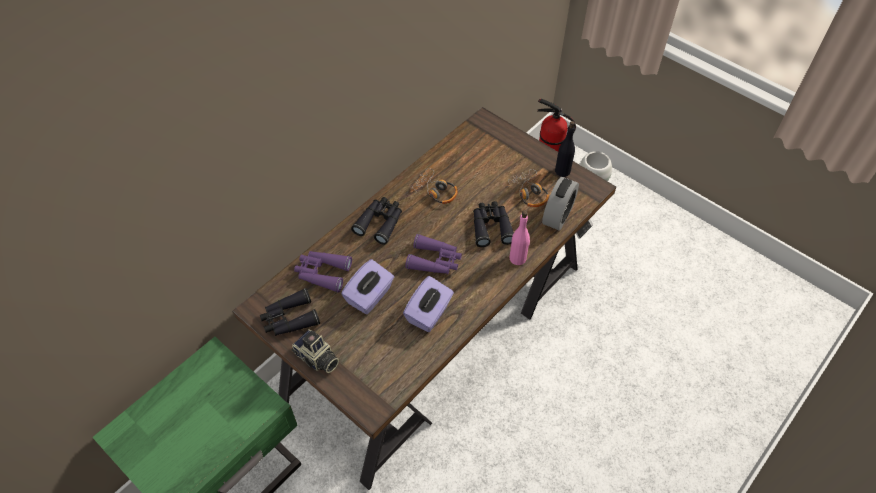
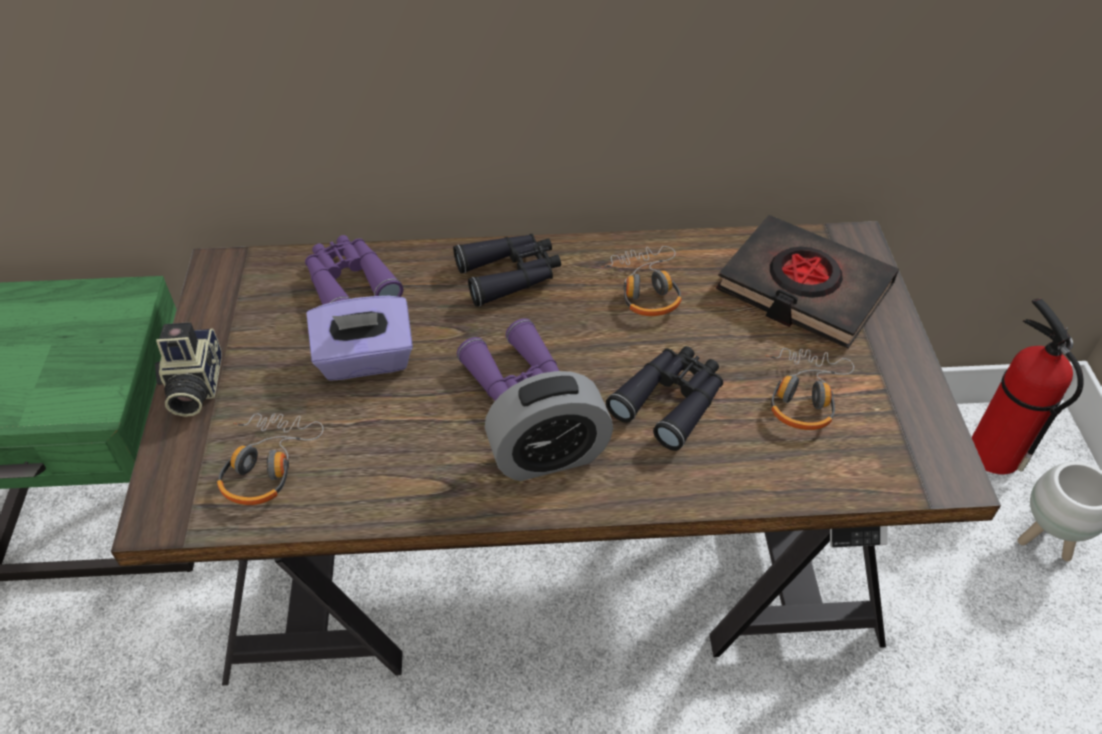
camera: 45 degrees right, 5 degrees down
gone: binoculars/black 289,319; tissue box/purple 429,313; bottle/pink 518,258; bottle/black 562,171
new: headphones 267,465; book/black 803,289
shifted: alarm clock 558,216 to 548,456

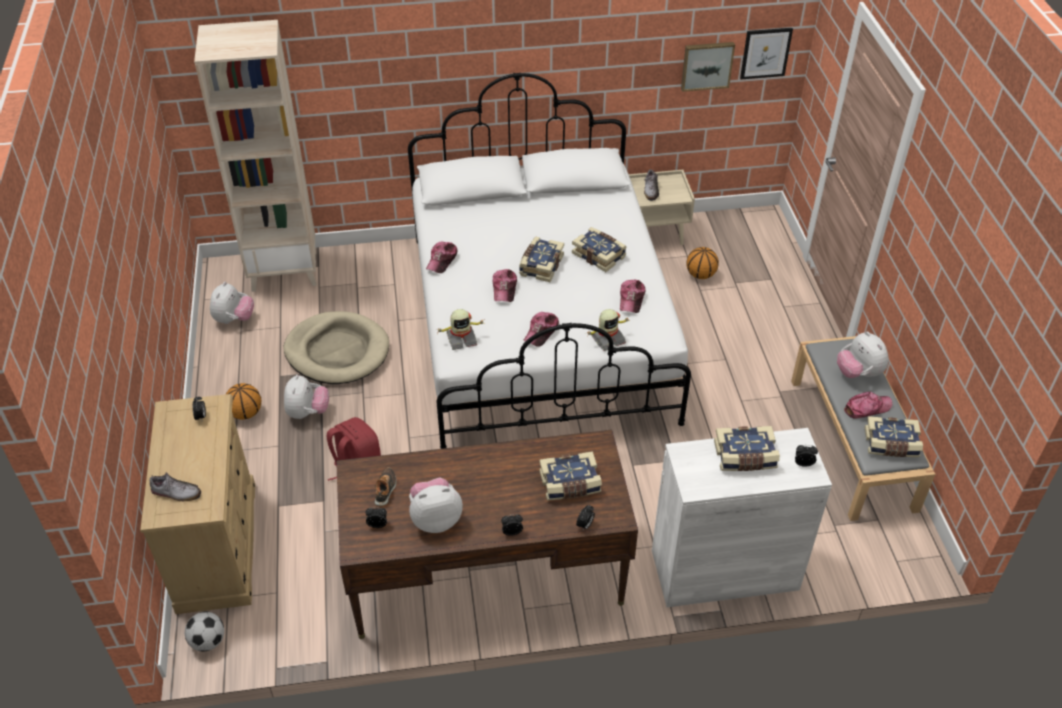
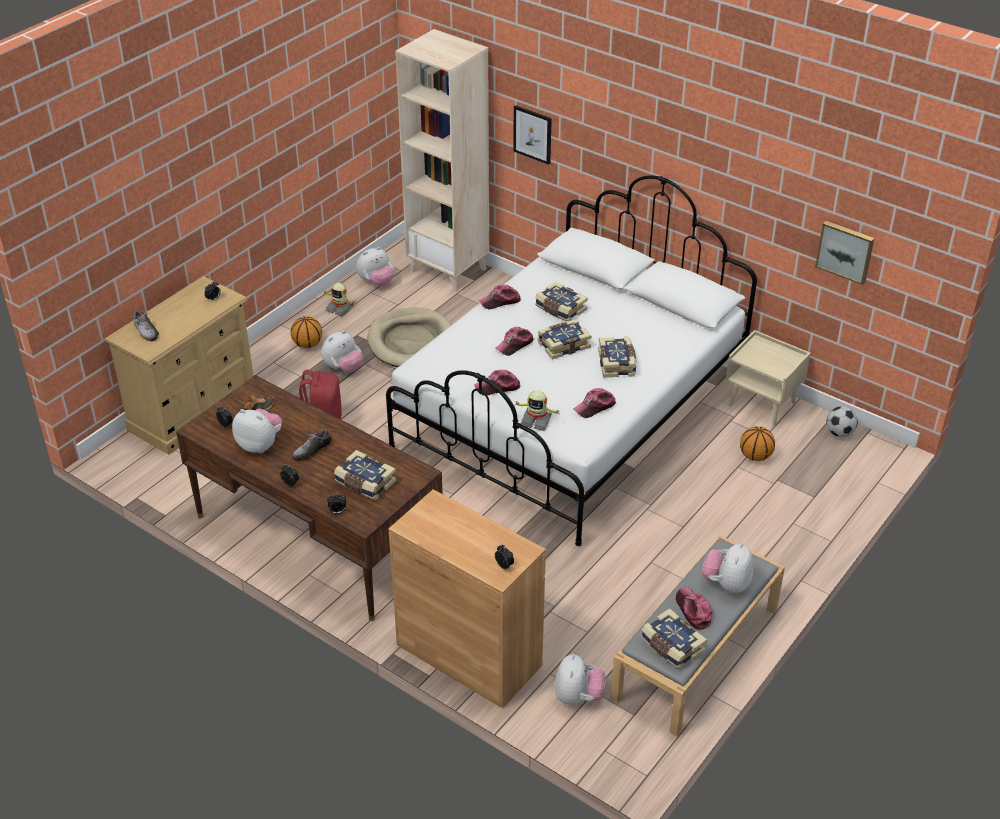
camera: 45 degrees right, 5 degrees down
new: plush toy 578,697
shifted: shoe 651,190 to 312,450; toy robot 461,339 to 340,308; picture 765,53 to 532,134; book 745,457 to 560,309; football 208,641 to 839,433
repainted: cabinet/white 724,570 to cabinet/brown 469,655
rotated: cap 867,408 = 693,610 135 degrees counterclockwise

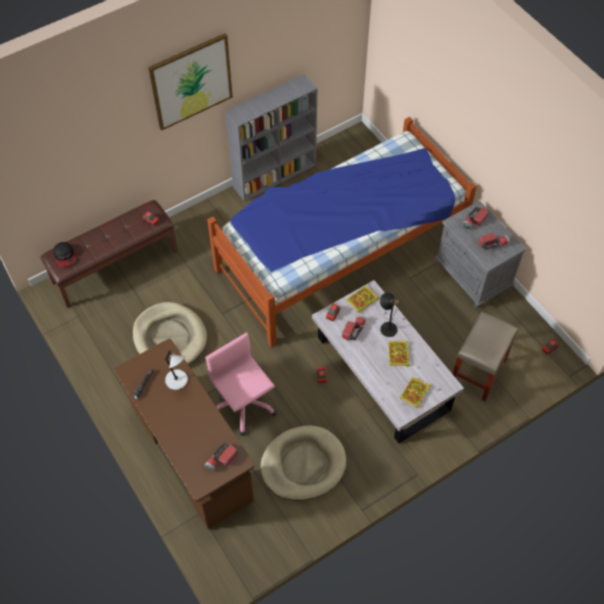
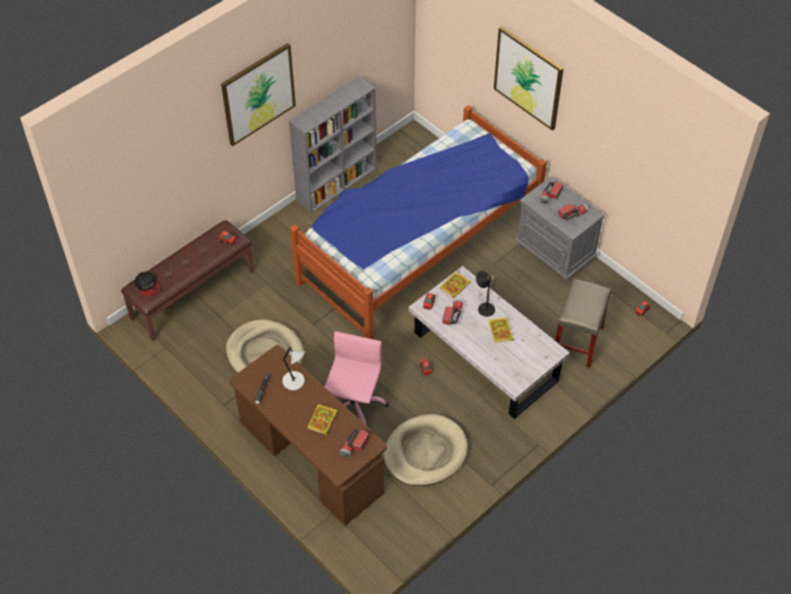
camera: 10 degrees left, 5 degrees down
new: picture 528,78
shifted: book 414,394 to 322,421
rotated: office chair/pink 243,404 = 353,406 60 degrees clockwise

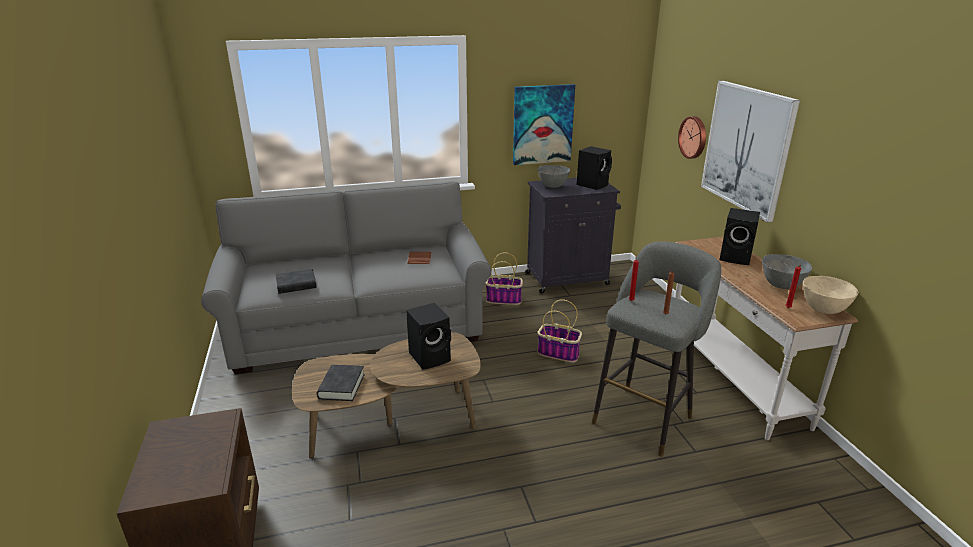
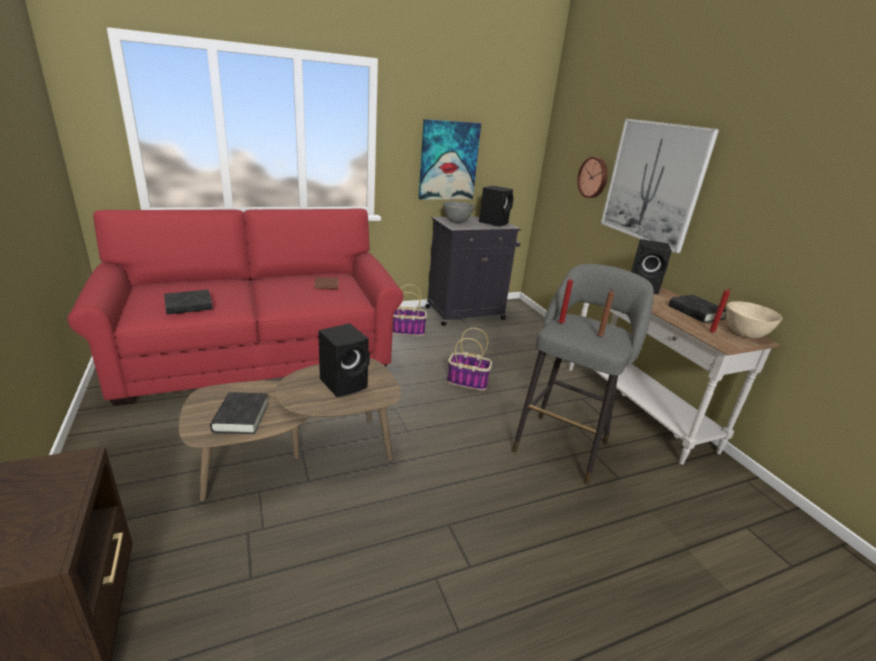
camera: 10 degrees left, 0 degrees up
swapped: bowl/grey 781,285 to book/black 695,312
repainted: sofa/grey 358,327 to sofa/red 259,356

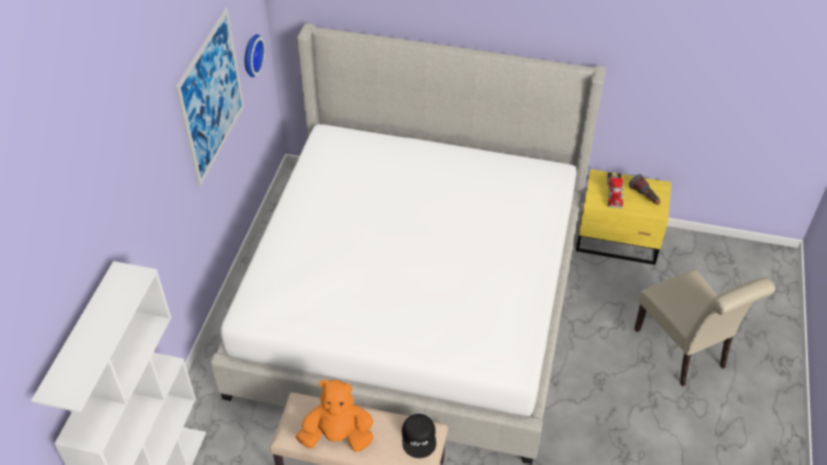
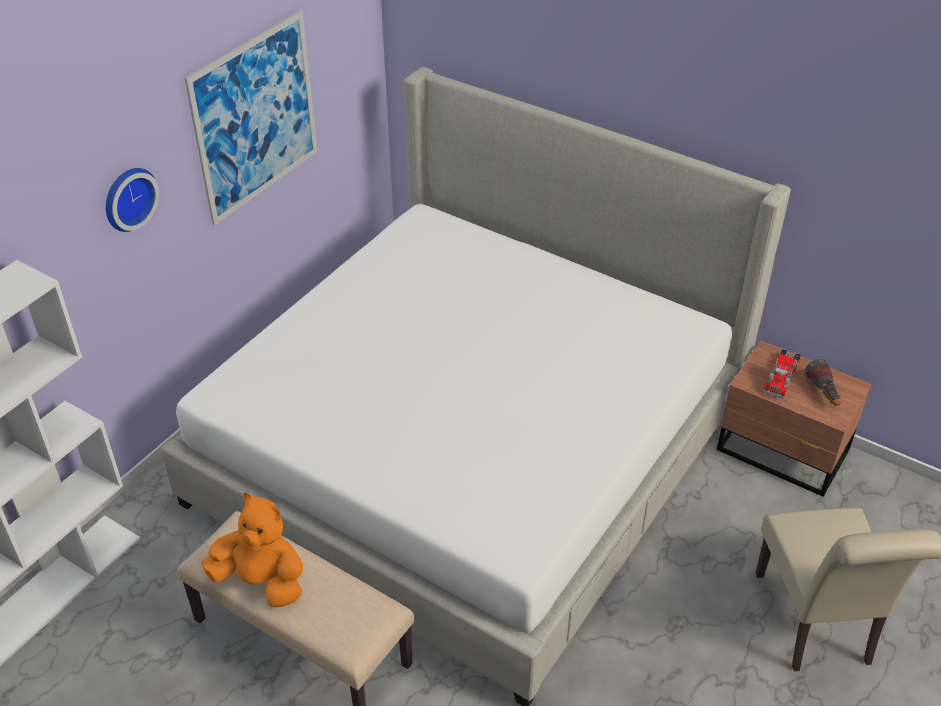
camera: 20 degrees right, 5 degrees down
gone: cap/black 419,438
shifted: wall clock 251,55 to 127,198
repainted: nightstand/yellow 618,241 to nightstand/brown 783,452

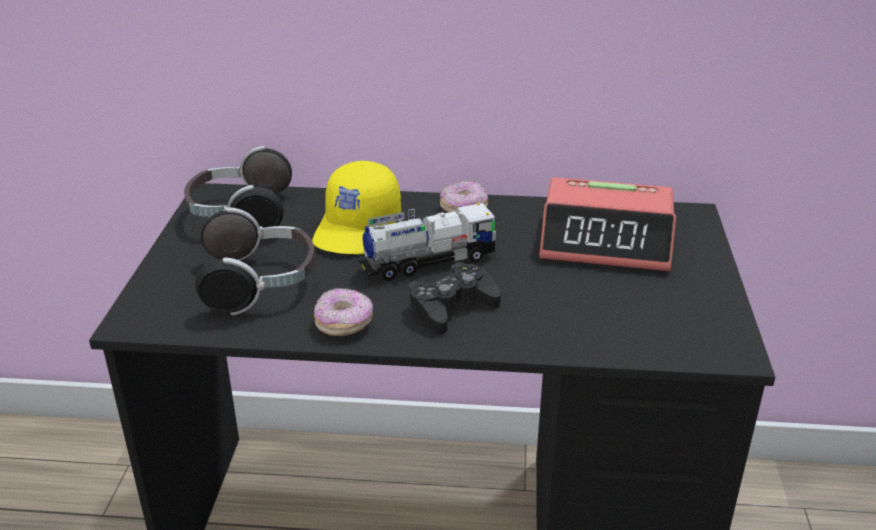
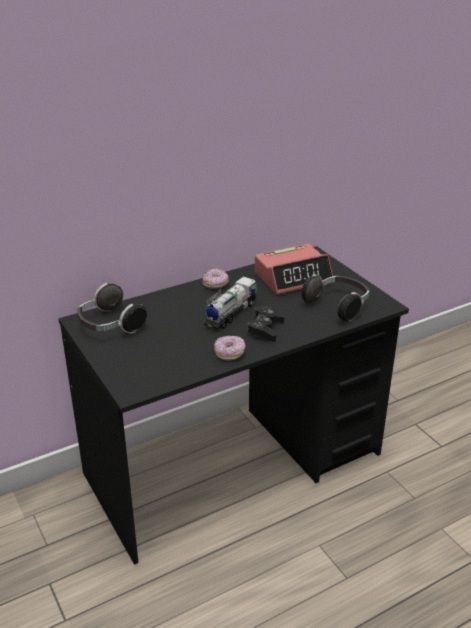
camera: 35 degrees left, 0 degrees up
gone: cap/yellow 358,229
shifted: headphones 260,283 to 338,306

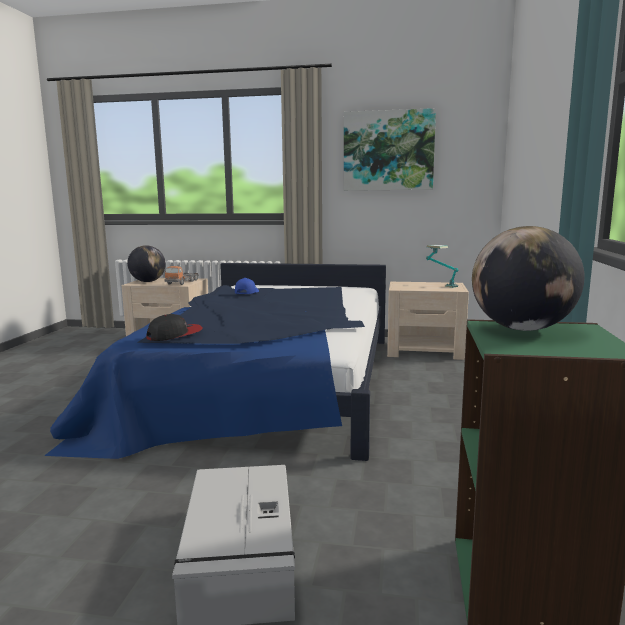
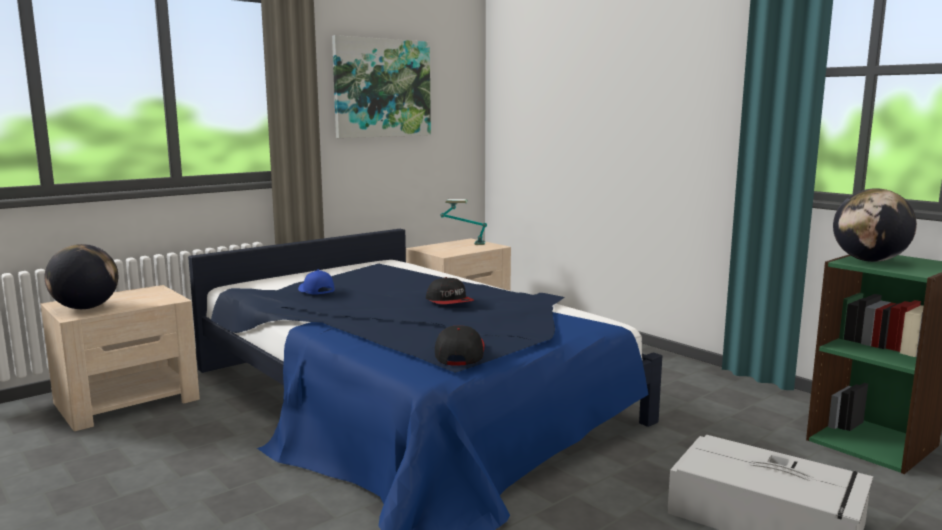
camera: 50 degrees left, 0 degrees up
gone: toy truck 182,282
new: cap 449,301

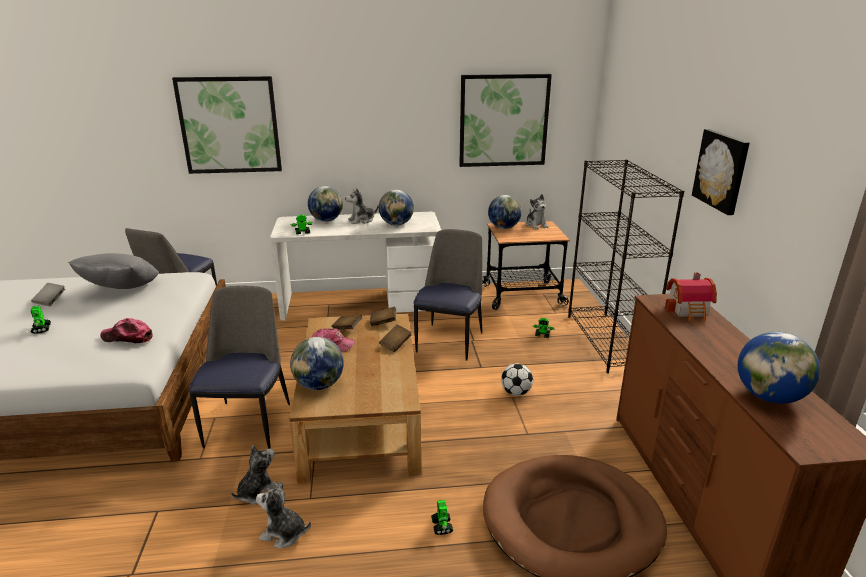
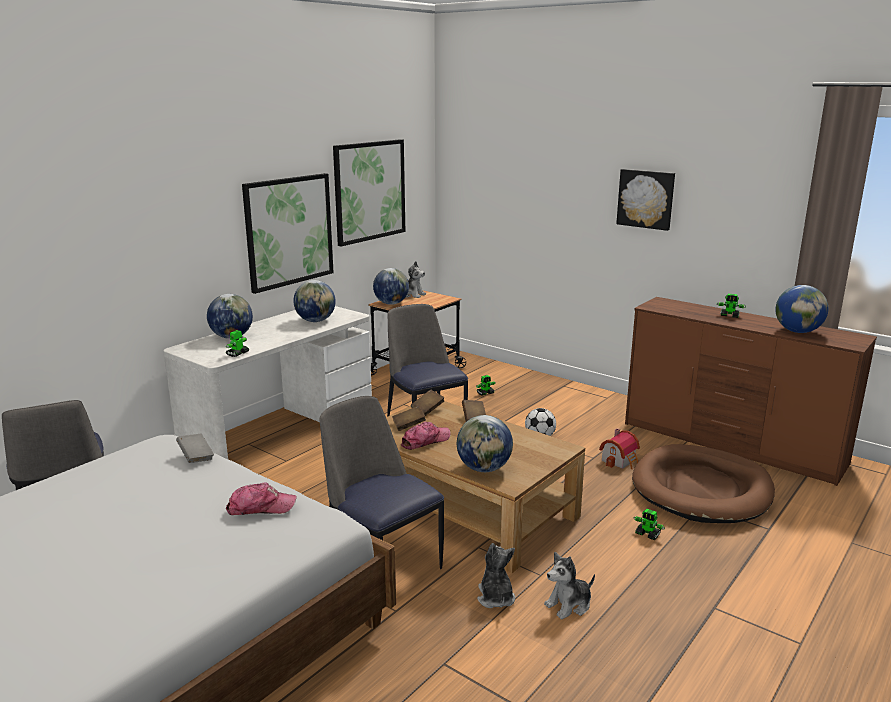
camera: 45 degrees left, 5 degrees down
gone: pillow/grey 121,291; plush toy 361,220; bookcase/black 607,341
shifted: book/grey 50,300 to 196,457; picture 229,125 to 289,231; toy house 689,311 to 620,461; toy robot 41,329 to 729,316
rotated: cap 128,337 = 261,507 150 degrees counterclockwise

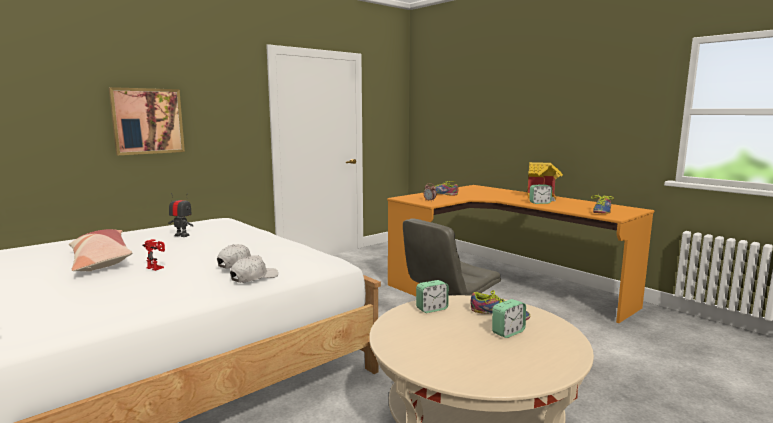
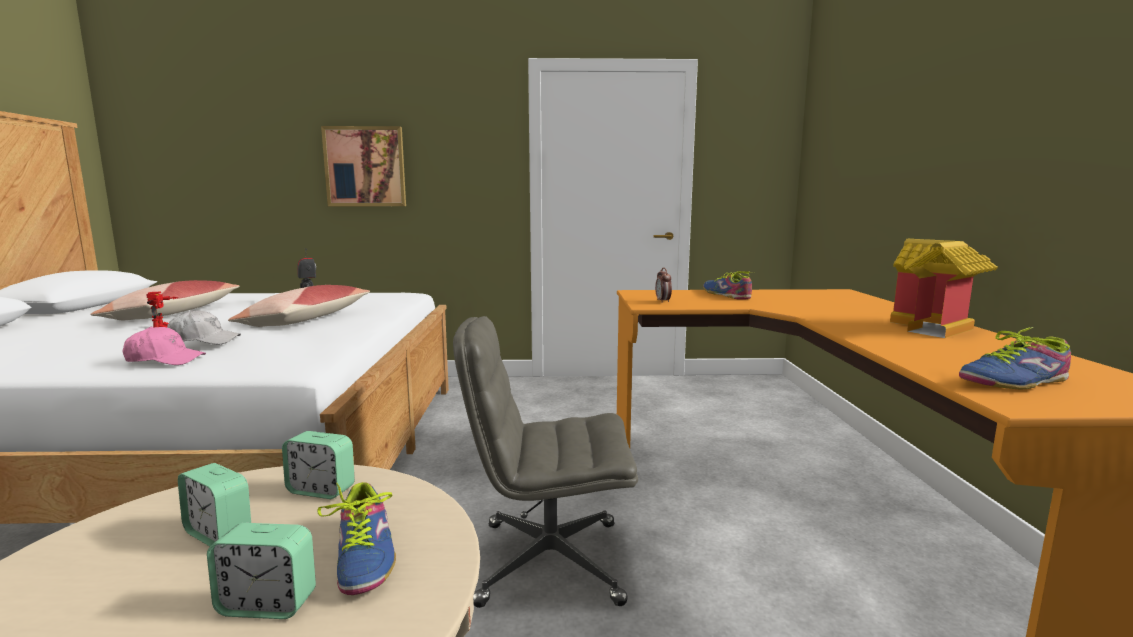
camera: 40 degrees right, 0 degrees up
new: pillow 306,320
shifted: alarm clock 540,203 to 218,533
repainted: cap/white 254,277 to cap/pink 165,360

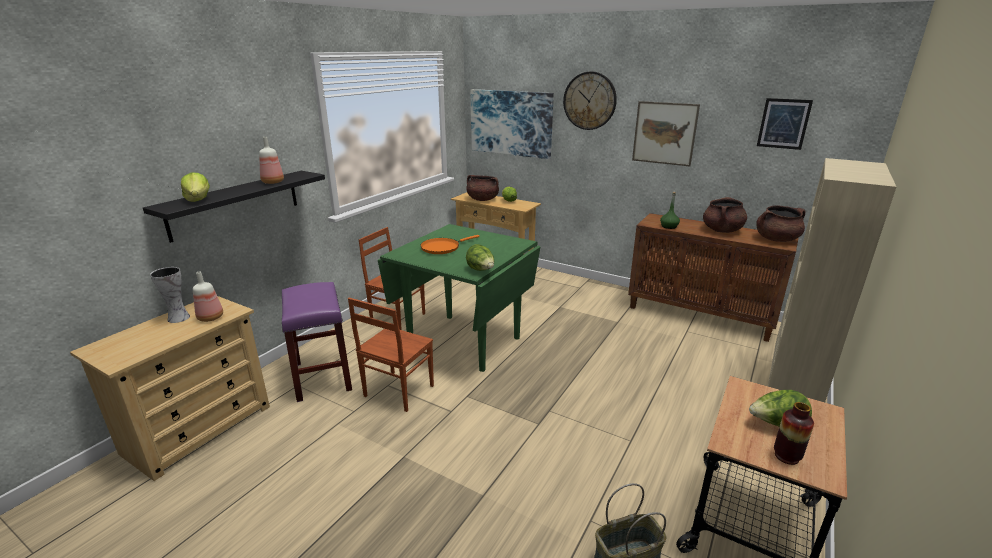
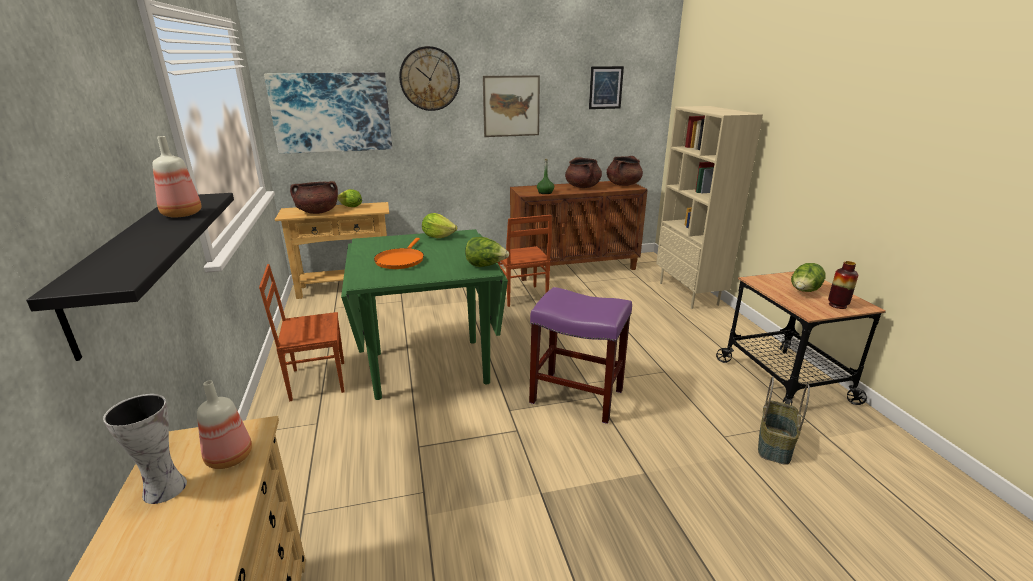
camera: 45 degrees left, 0 degrees up
shifted: lettuce 198,200 to 438,236; chair/brown 397,391 to 521,296; stool/purple 322,376 to 575,396

